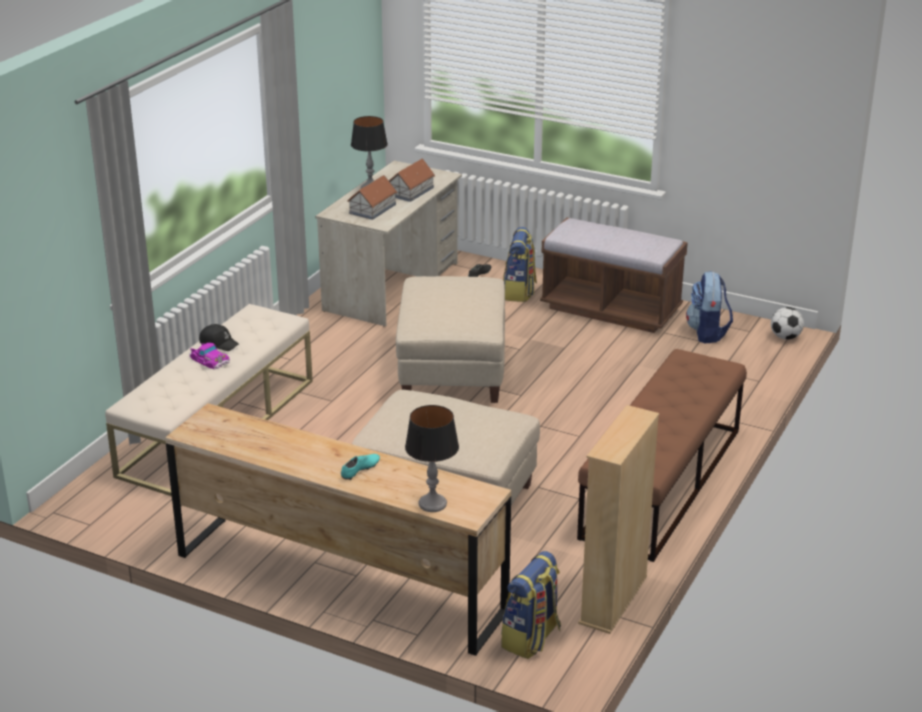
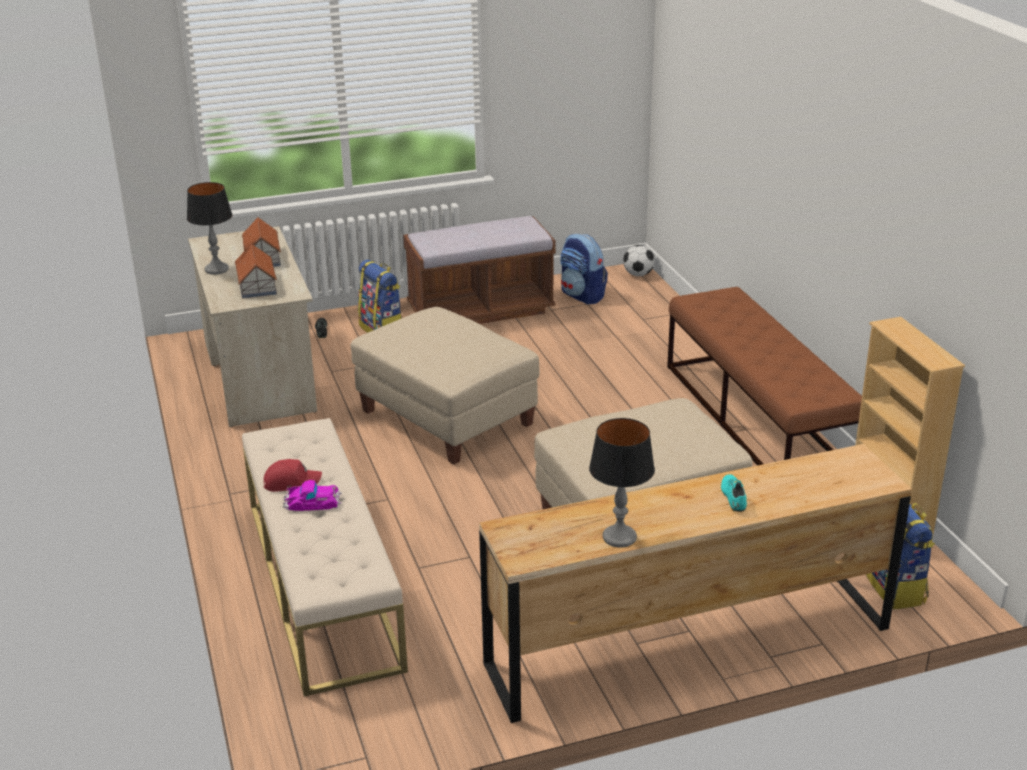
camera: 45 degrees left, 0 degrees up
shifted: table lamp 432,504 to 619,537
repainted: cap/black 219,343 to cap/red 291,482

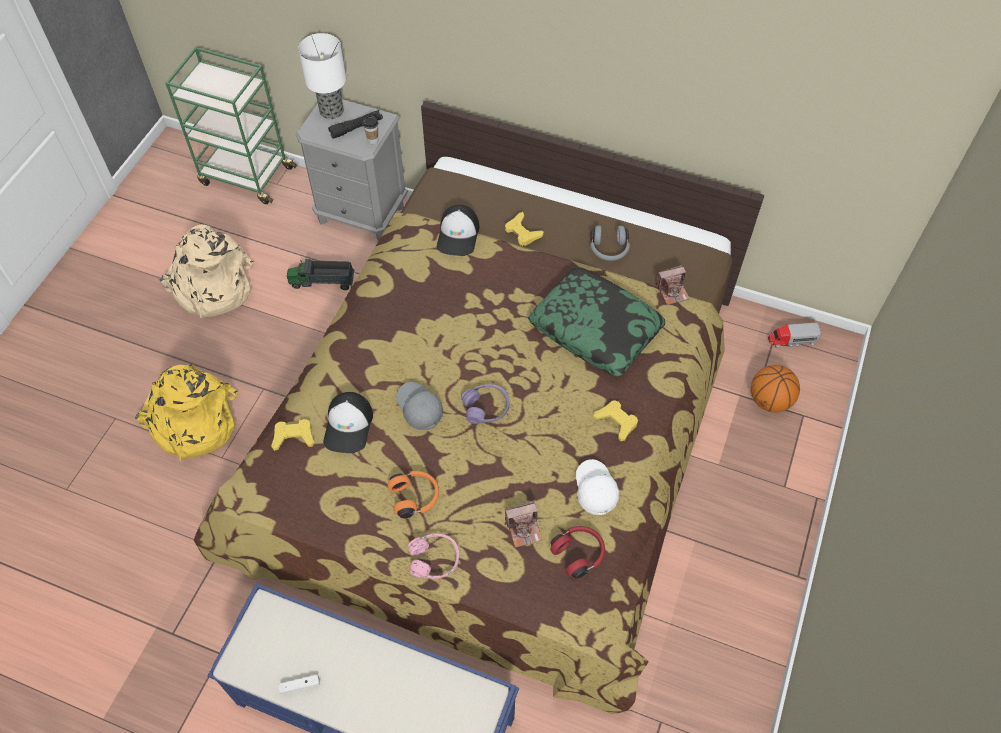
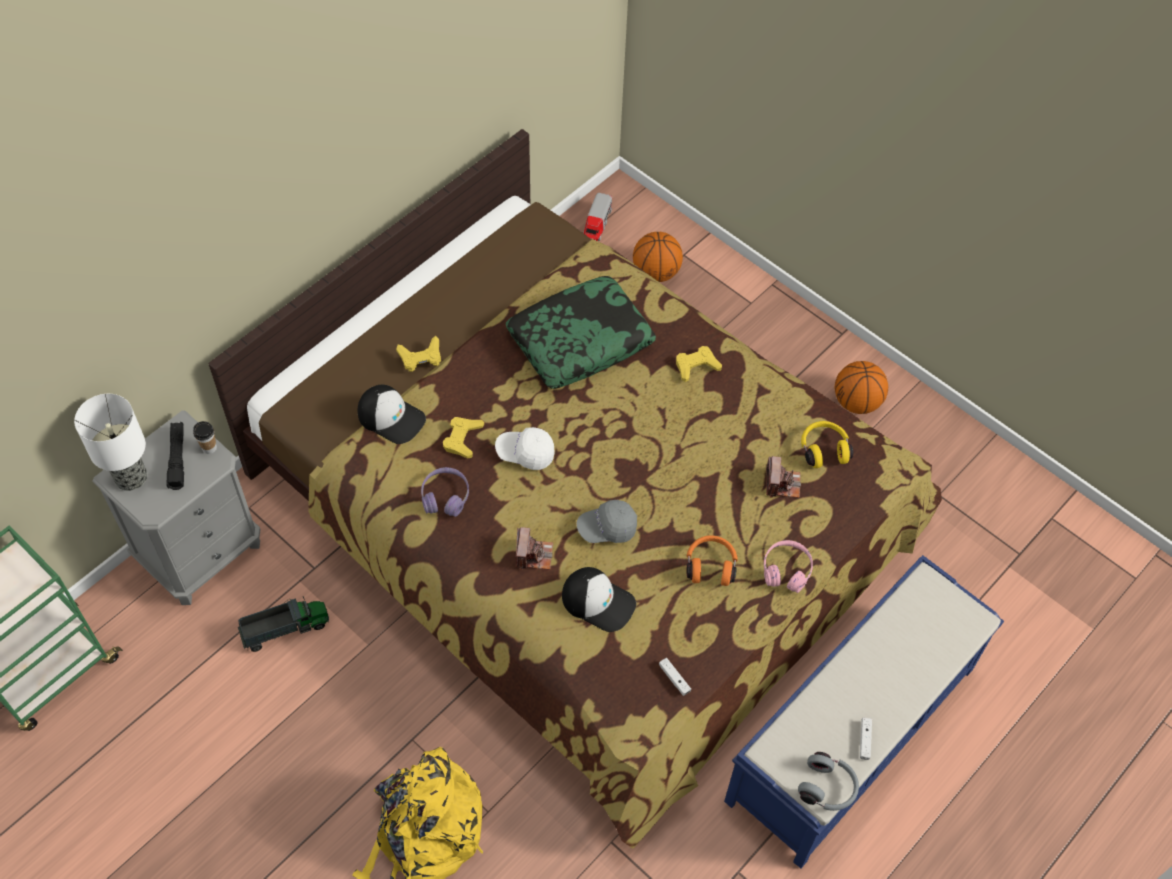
camera: 70 degrees left, 0 degrees up
gone: backpack/beige 211,288
new: game controller/white 674,679; basketball 856,402
shifted: headphones/purple 486,408 to 445,496; game controller/yellow 293,437 to 462,439; cap/white 595,490 to 525,453; photo camera 672,291 to 533,555; headphones/grey 609,250 to 828,788
repainted: headphones/red 579,553 to headphones/yellow 823,449
rotated: toy truck 322,282 = 285,629 135 degrees counterclockwise

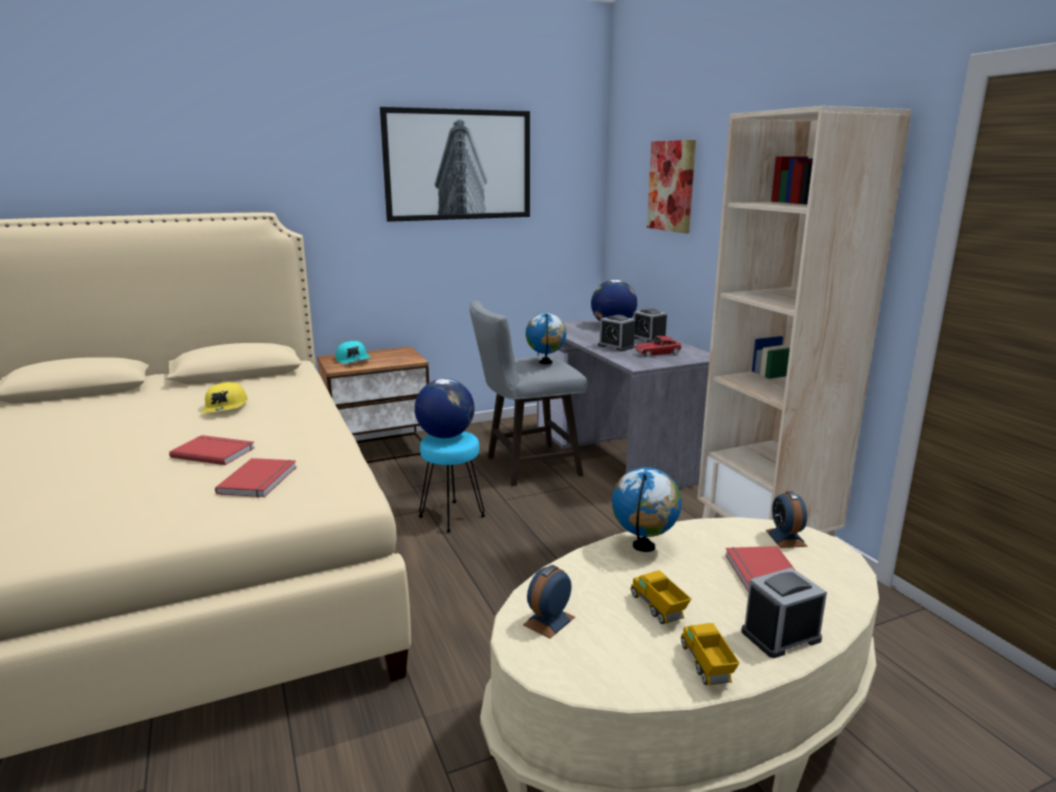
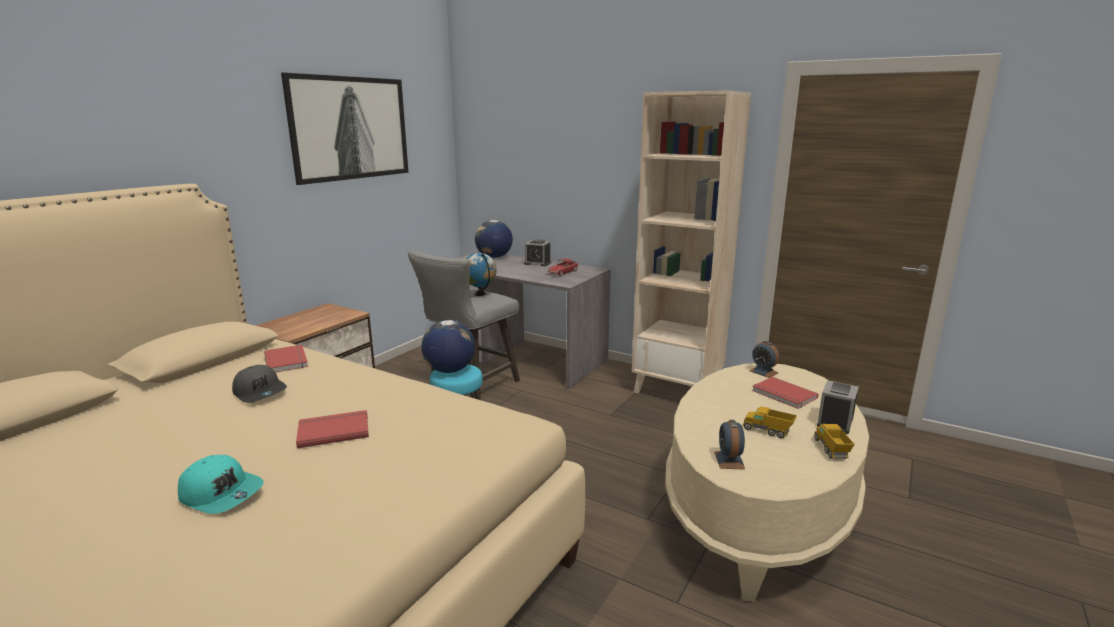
camera: 35 degrees left, 0 degrees up
gone: alarm clock 616,346; globe 644,547; picture 671,186
shifted: cap/turquoise 353,360 to 222,493; book/red 260,480 to 288,360
repainted: cap/yellow 226,408 to cap/grey 260,392
rotated: toy truck 706,667 = 831,450 45 degrees clockwise

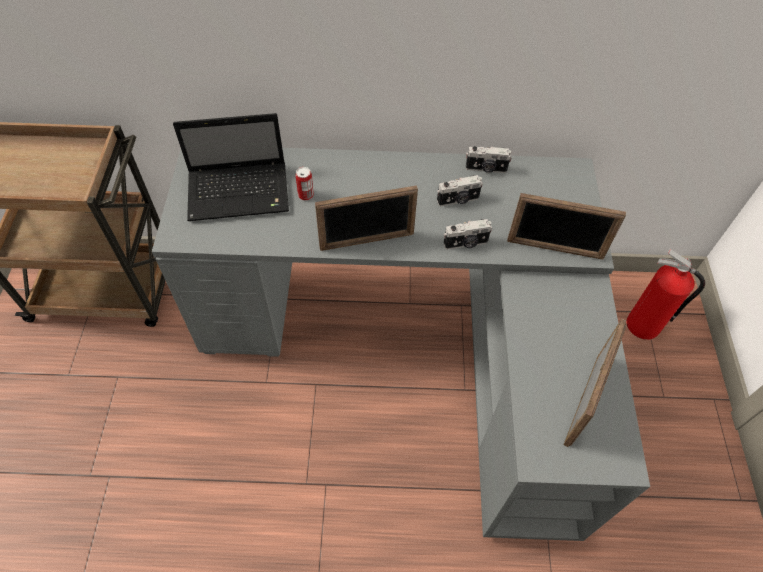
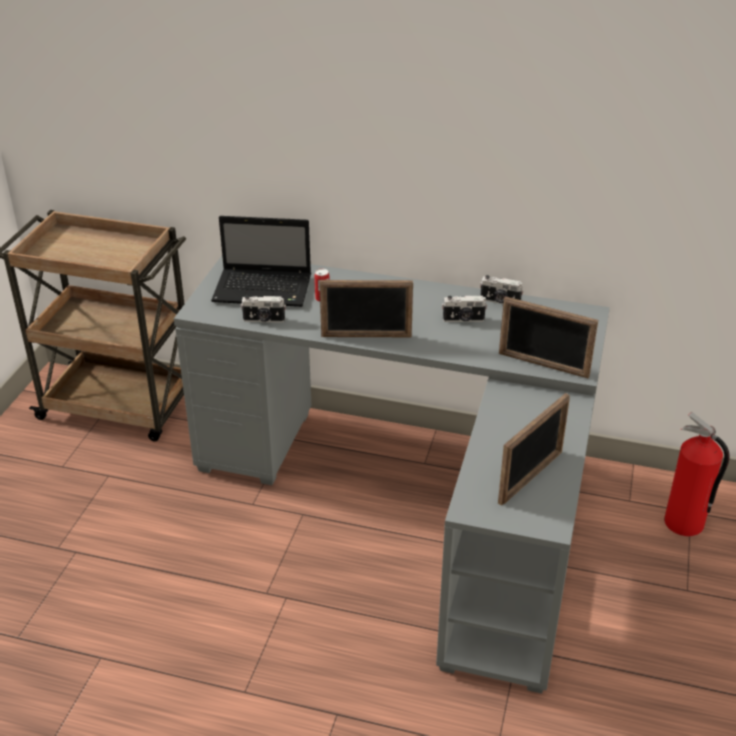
camera: 15 degrees right, 20 degrees down
shifted: photo camera 466,244 to 264,320

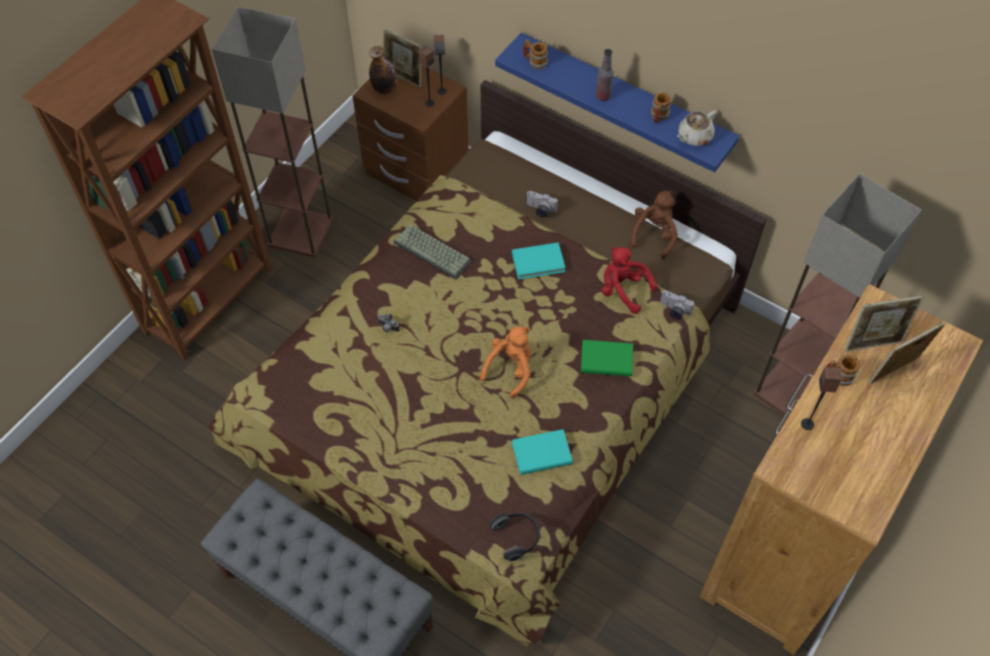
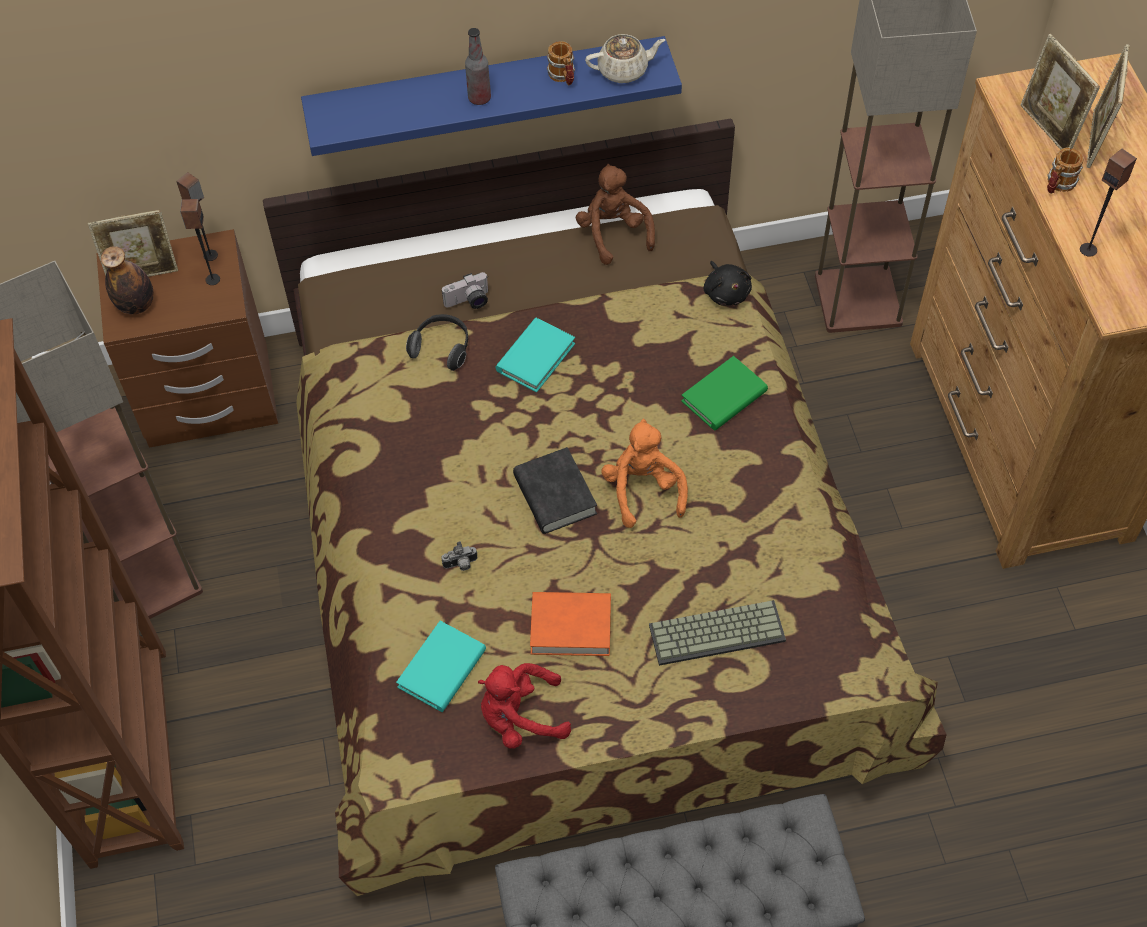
camera: 45 degrees left, 0 degrees up
gone: mug 534,61
new: book/black 555,495; book/orange 571,627
shifted: book/turquoise 542,454 to 442,669; headphones 517,538 to 442,348; plush toy/red 623,290 to 520,717; keyboard 434,251 to 717,631
swapped: photo camera 674,311 to plush toy/black 726,292
rotated: teapot/beige 694,137 = 624,70 105 degrees counterclockwise; picture frame 873,343 = 1047,130 120 degrees clockwise

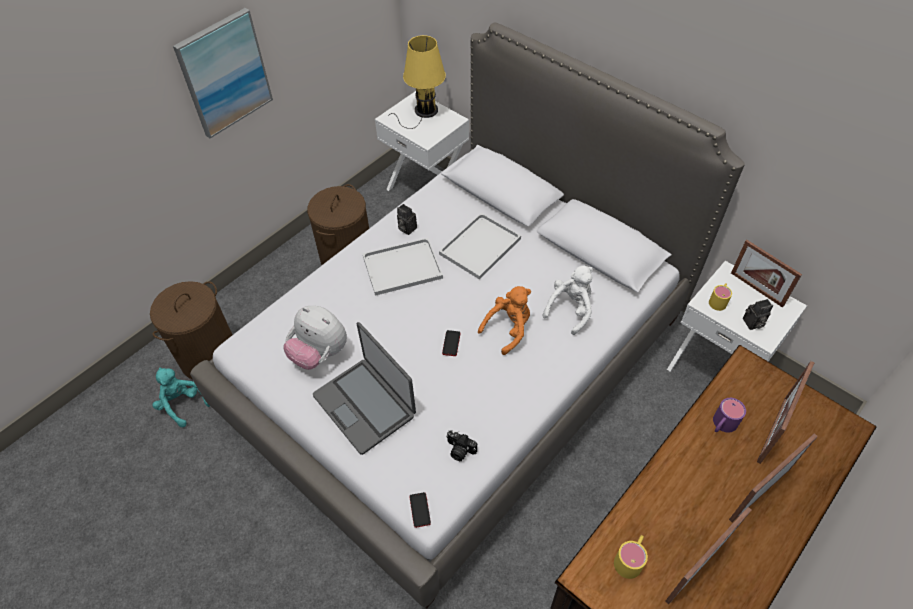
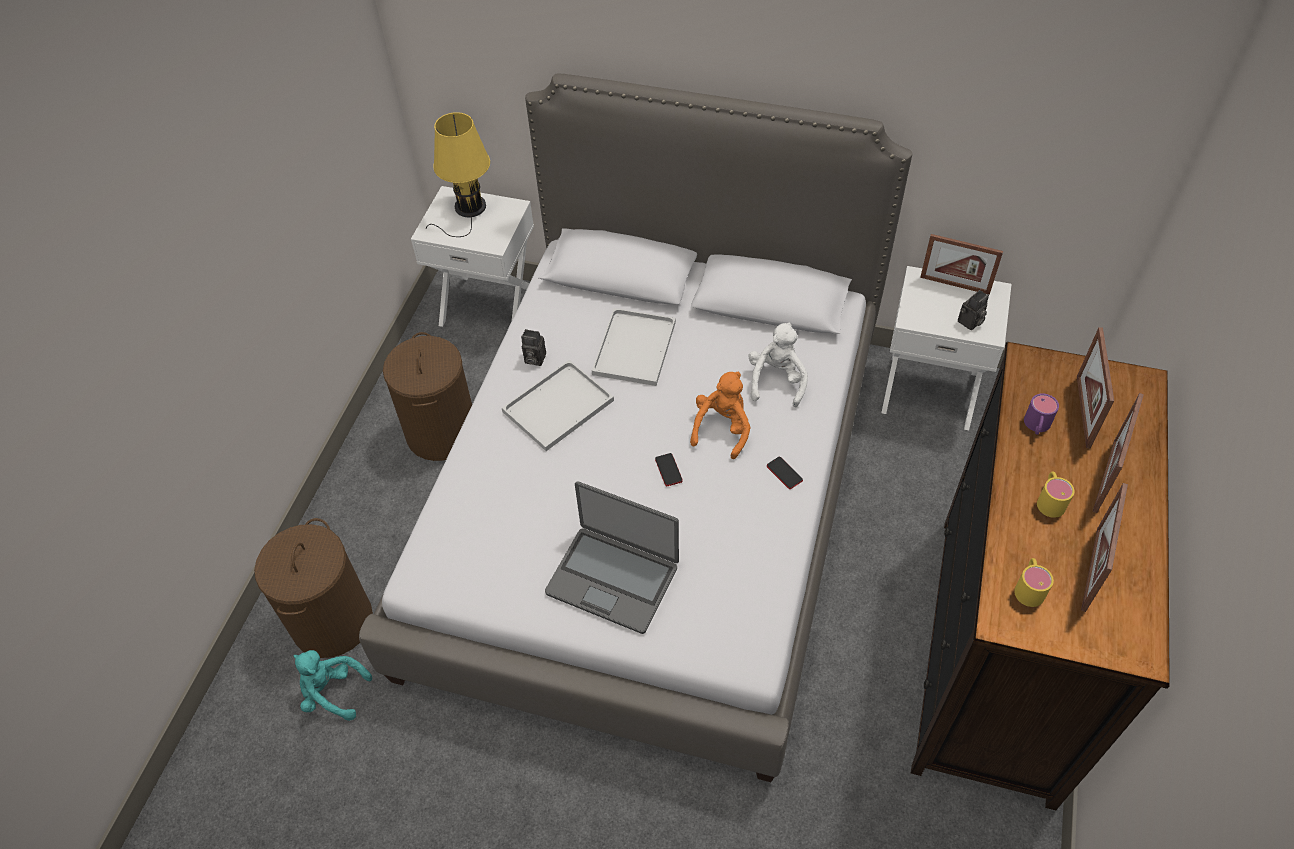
camera: 25 degrees left, 0 degrees up
gone: picture 224,73; plush toy 319,353; photo camera 459,450
shifted: phone 420,510 to 784,473; mug/yellow 718,300 to 1050,499

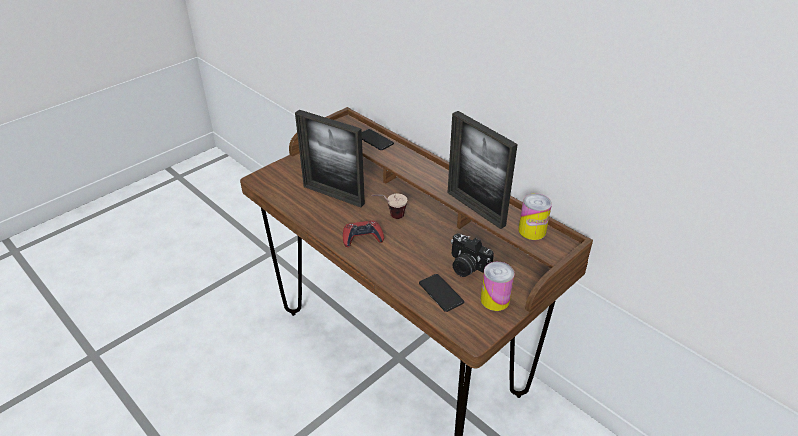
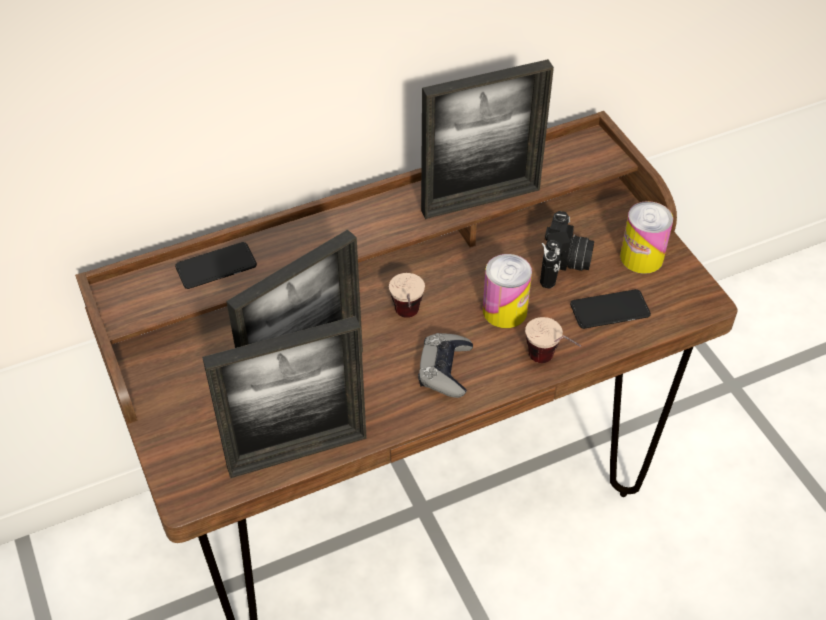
camera: 70 degrees left, 10 degrees up
new: picture frame 297,452; cup 551,363
shifted: can 532,230 to 504,311
repainted: game controller/red 362,237 to game controller/grey 445,369
rotated: photo camera 466,267 = 564,265 45 degrees counterclockwise

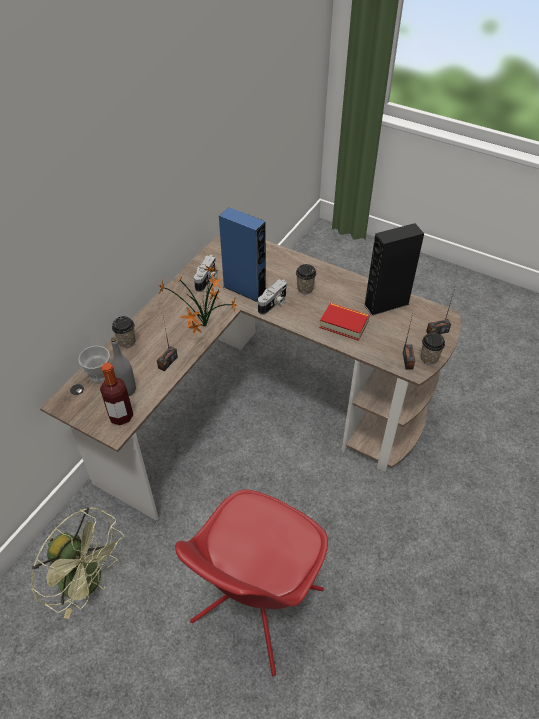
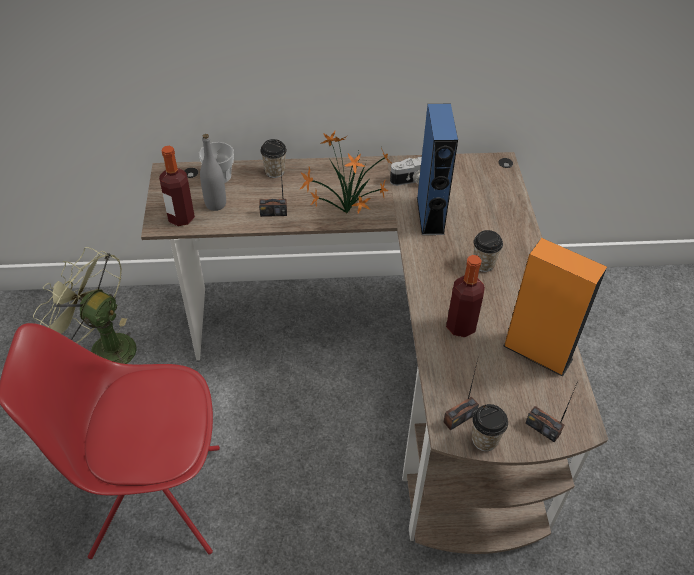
camera: 55 degrees right, 0 degrees up
gone: photo camera 273,304
swapped: book 344,324 to bottle 461,326
repainted: speaker/black 386,304 to speaker/orange 537,352
rotated: fan/green 89,582 = 103,349 120 degrees clockwise

